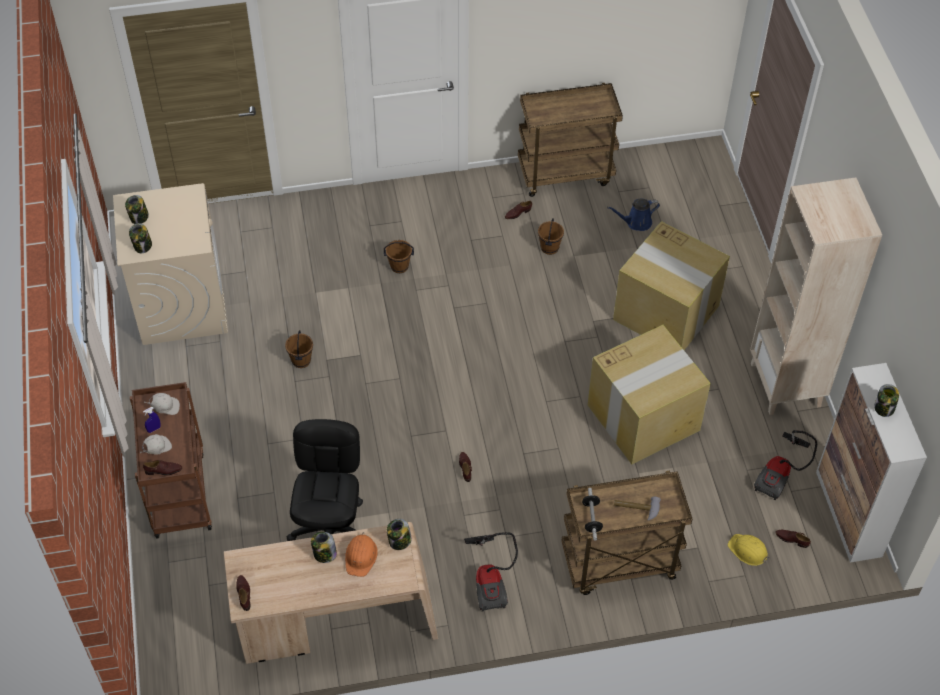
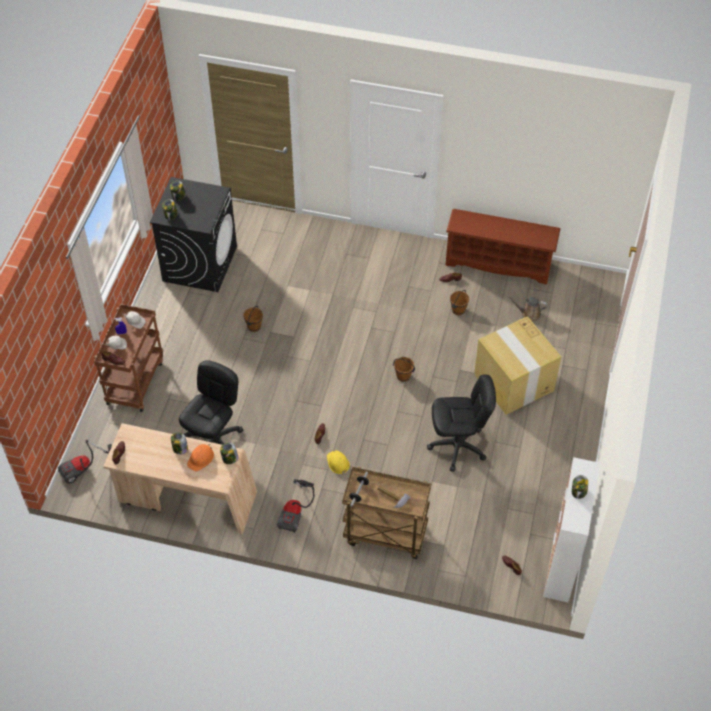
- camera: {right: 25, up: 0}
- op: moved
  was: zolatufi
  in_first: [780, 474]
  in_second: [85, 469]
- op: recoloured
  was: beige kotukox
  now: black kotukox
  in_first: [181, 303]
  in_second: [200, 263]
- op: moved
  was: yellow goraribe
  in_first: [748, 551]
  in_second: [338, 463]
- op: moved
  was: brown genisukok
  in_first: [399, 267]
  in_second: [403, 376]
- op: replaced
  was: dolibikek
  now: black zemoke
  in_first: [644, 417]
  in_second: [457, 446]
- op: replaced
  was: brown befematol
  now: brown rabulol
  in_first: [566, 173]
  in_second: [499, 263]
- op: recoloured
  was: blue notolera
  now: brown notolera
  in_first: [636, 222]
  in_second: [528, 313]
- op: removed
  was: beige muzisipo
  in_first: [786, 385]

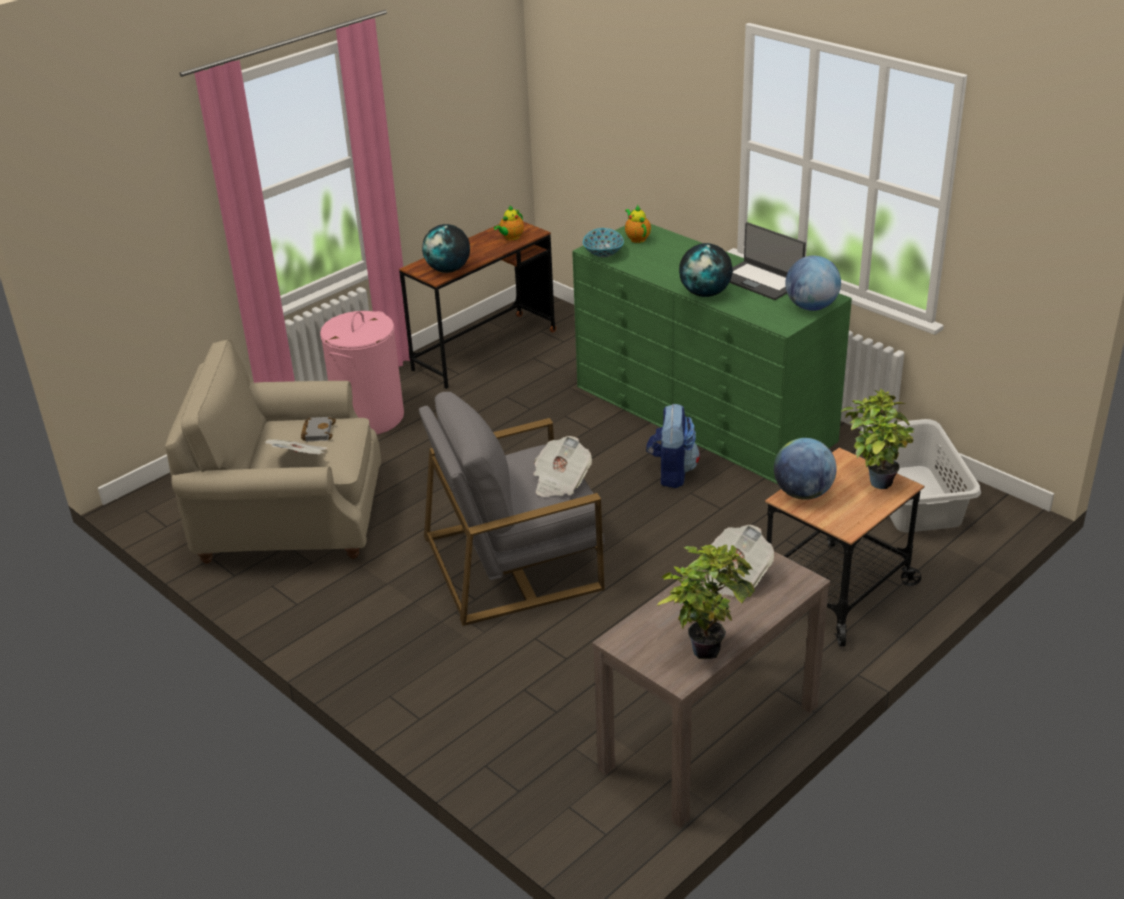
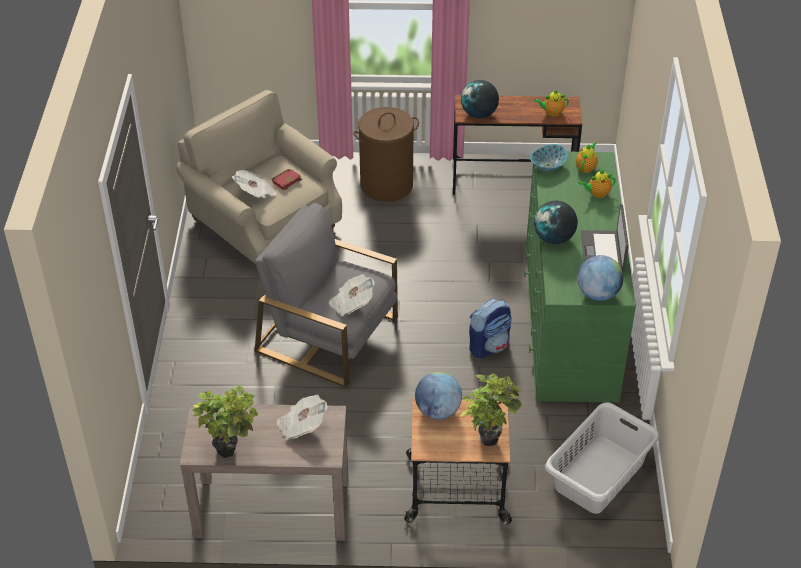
- camera: {right: 45, up: 10}
- op: recoloured
  was: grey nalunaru
  now: red nalunaru
  in_first: [317, 431]
  in_second: [286, 180]
- op: recoloured
  was: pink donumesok
  now: brown donumesok
  in_first: [369, 417]
  in_second: [386, 185]
- op: added
  now: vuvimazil
  in_second: [597, 194]

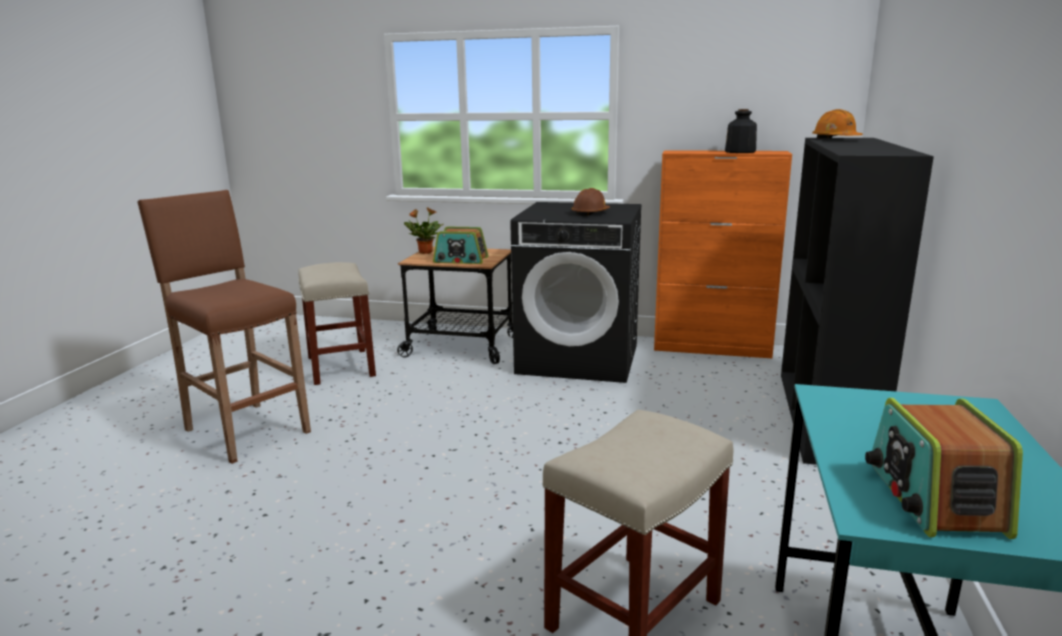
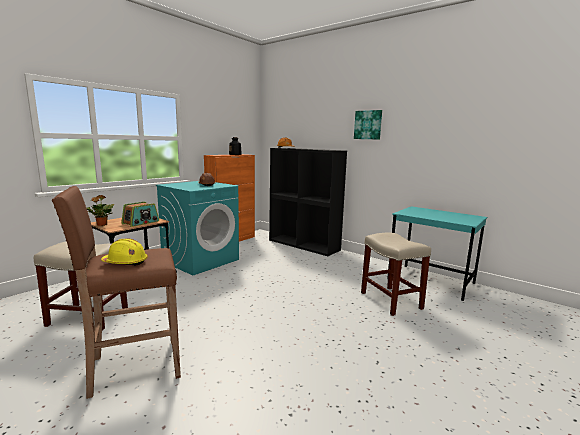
- camera: {right: -65, up: -5}
- op: added
  now: yellow goraribe
  in_second: [125, 262]
- op: recoloured
  was: black kotukox
  now: turquoise kotukox
  in_first: [579, 359]
  in_second: [201, 260]
- op: added
  now: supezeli
  in_second: [368, 125]
- op: removed
  was: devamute
  in_first: [933, 498]

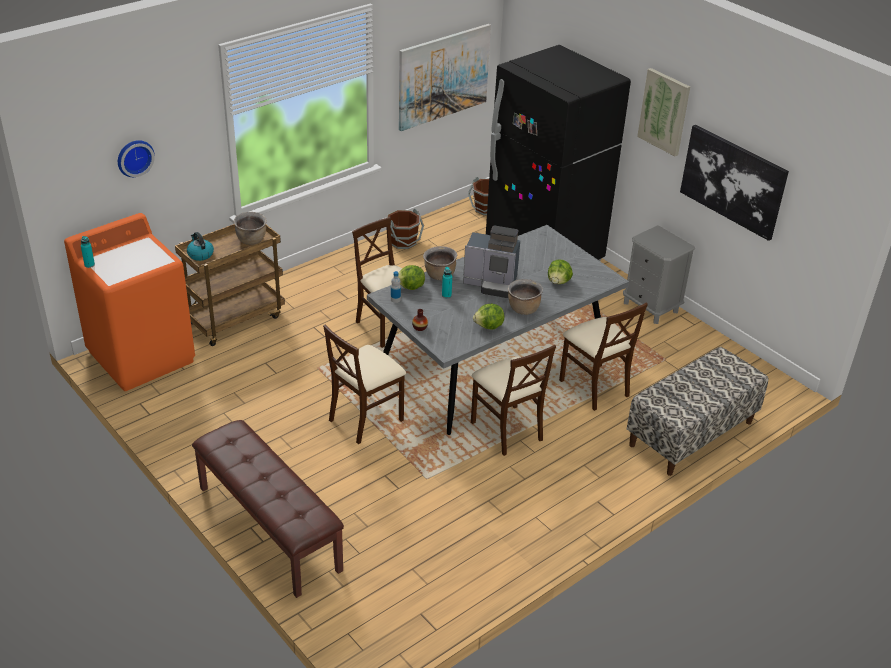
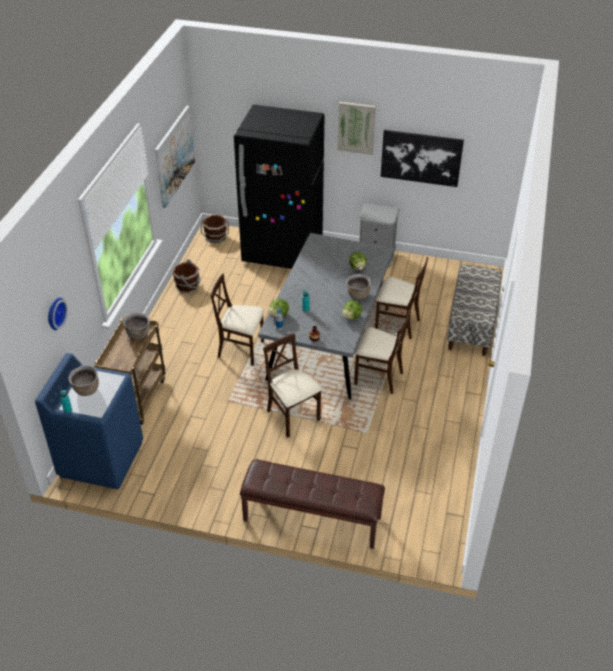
- camera: {right: -35, up: 5}
- op: recoloured
  was: orange kotukox
  now: blue kotukox
  in_first: [142, 356]
  in_second: [101, 458]
- op: moved
  was: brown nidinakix
  in_first: [439, 275]
  in_second: [87, 390]
- op: turned
  was: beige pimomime
  in_first: [366, 419]
  in_second: [293, 417]
  clockwise: 135
- op: removed
  was: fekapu
  in_first: [200, 254]
- op: removed
  was: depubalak
  in_first: [492, 283]

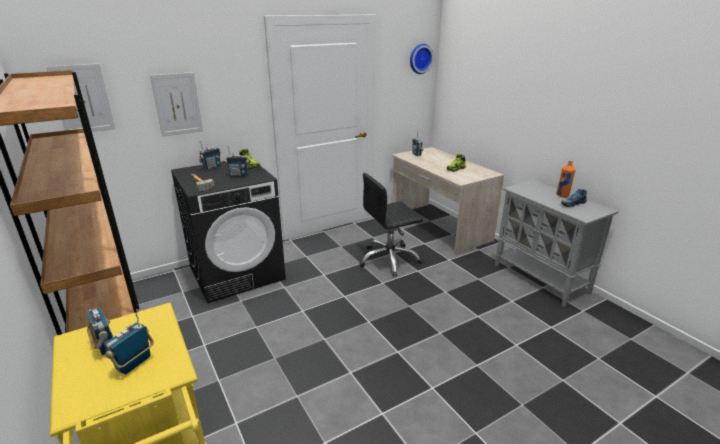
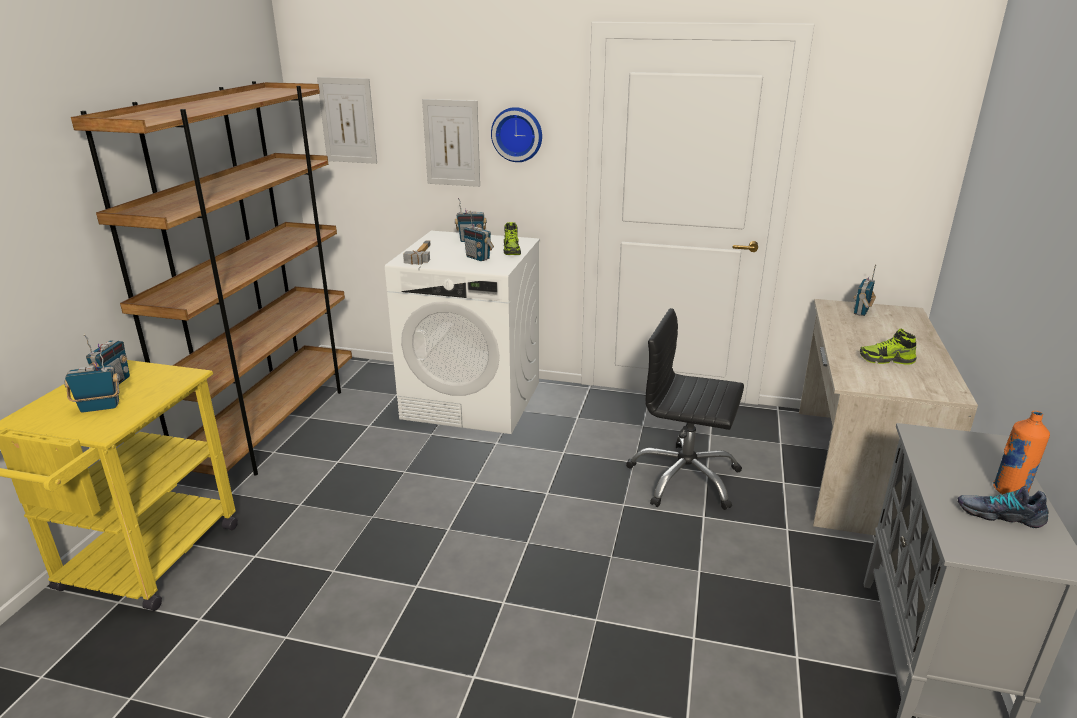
- camera: {right: 45, up: 0}
- op: recoloured
  was: black kotukox
  now: white kotukox
  in_first: [237, 273]
  in_second: [473, 400]
- op: moved
  was: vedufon
  in_first: [419, 58]
  in_second: [517, 134]

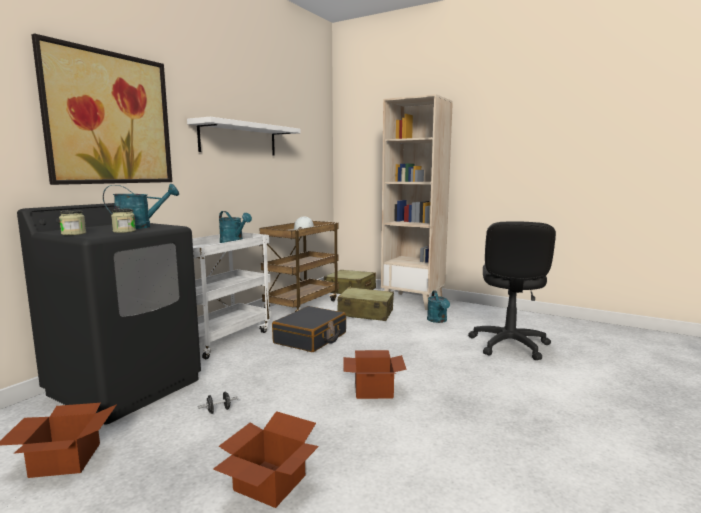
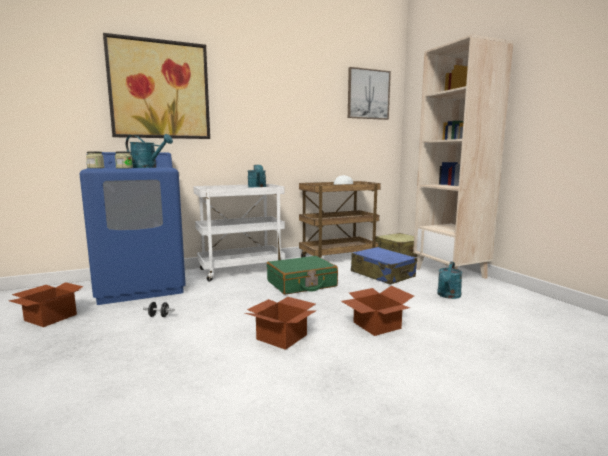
- camera: {right: 35, up: 0}
- op: recoloured
  was: black kotukox
  now: blue kotukox
  in_first: [126, 386]
  in_second: [142, 286]
- op: recoloured
  was: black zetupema
  now: green zetupema
  in_first: [311, 338]
  in_second: [301, 284]
- op: moved
  was: dolibikek
  in_first: [268, 484]
  in_second: [375, 325]
- op: added
  now: supezeli
  in_second: [368, 94]
- op: recoloured
  was: beige zetupema
  now: blue zetupema
  in_first: [365, 313]
  in_second: [382, 274]
- op: removed
  was: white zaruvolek
  in_first: [239, 139]
- op: removed
  was: black zemoke
  in_first: [508, 345]

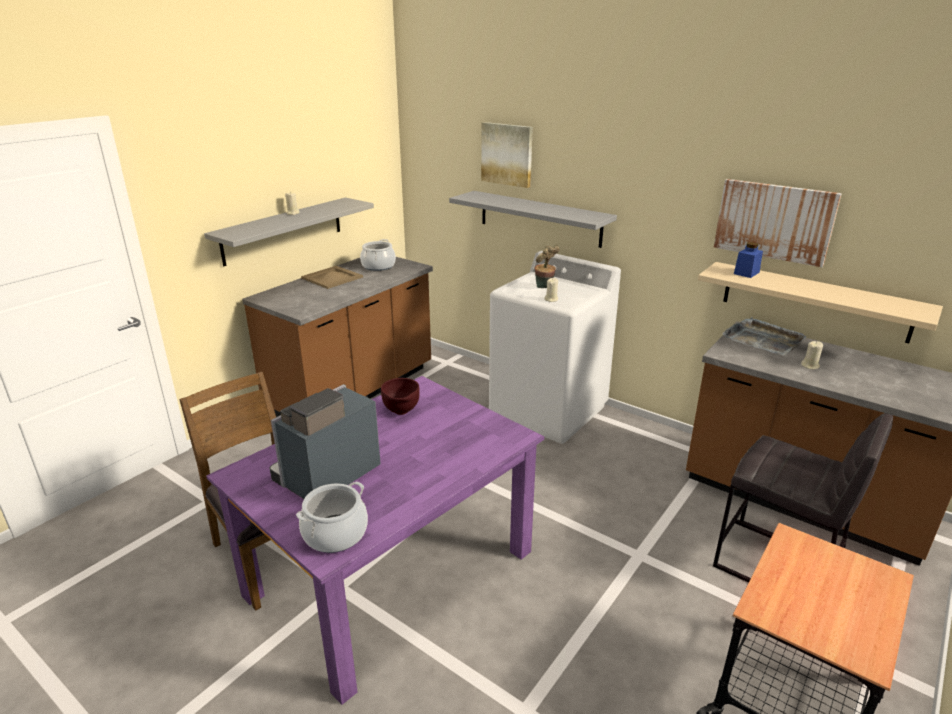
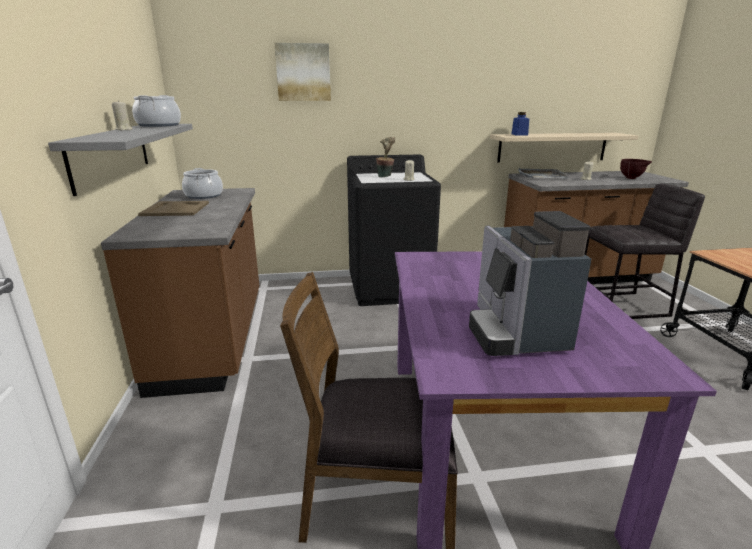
- camera: {right: -45, up: -5}
- op: moved
  was: nidinakix
  in_first: [335, 533]
  in_second: [158, 125]
- op: recoloured
  was: white kotukox
  now: black kotukox
  in_first: [548, 411]
  in_second: [390, 288]
- op: moved
  was: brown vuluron
  in_first: [401, 412]
  in_second: [632, 178]
- op: removed
  was: grey zaruvolek
  in_first: [539, 218]
- op: removed
  was: supezeli
  in_first: [774, 221]

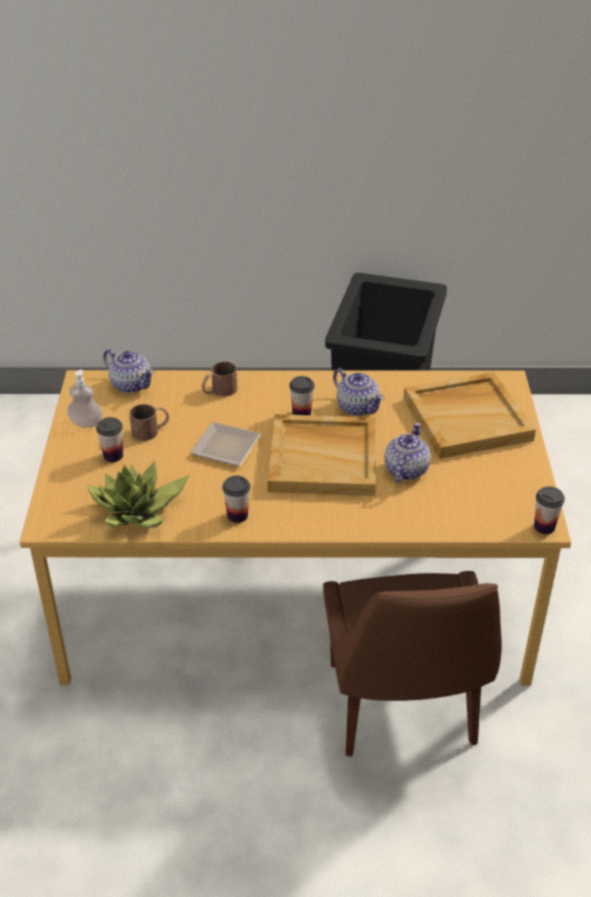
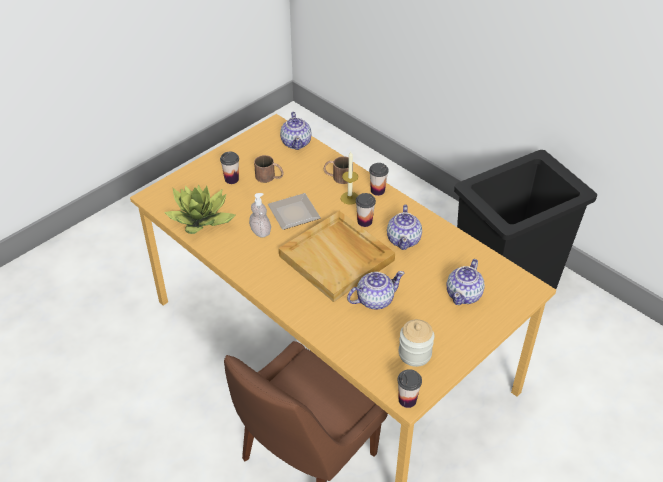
- camera: {right: 45, up: 5}
- op: moved
  was: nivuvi
  in_first: [86, 423]
  in_second: [260, 232]
- op: added
  now: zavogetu
  in_second: [349, 198]
- op: moved
  was: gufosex
  in_first: [237, 515]
  in_second: [377, 190]
- op: added
  now: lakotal
  in_second: [415, 354]
- op: replaced
  was: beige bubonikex
  now: vuvimazil
  in_first: [467, 418]
  in_second: [464, 294]

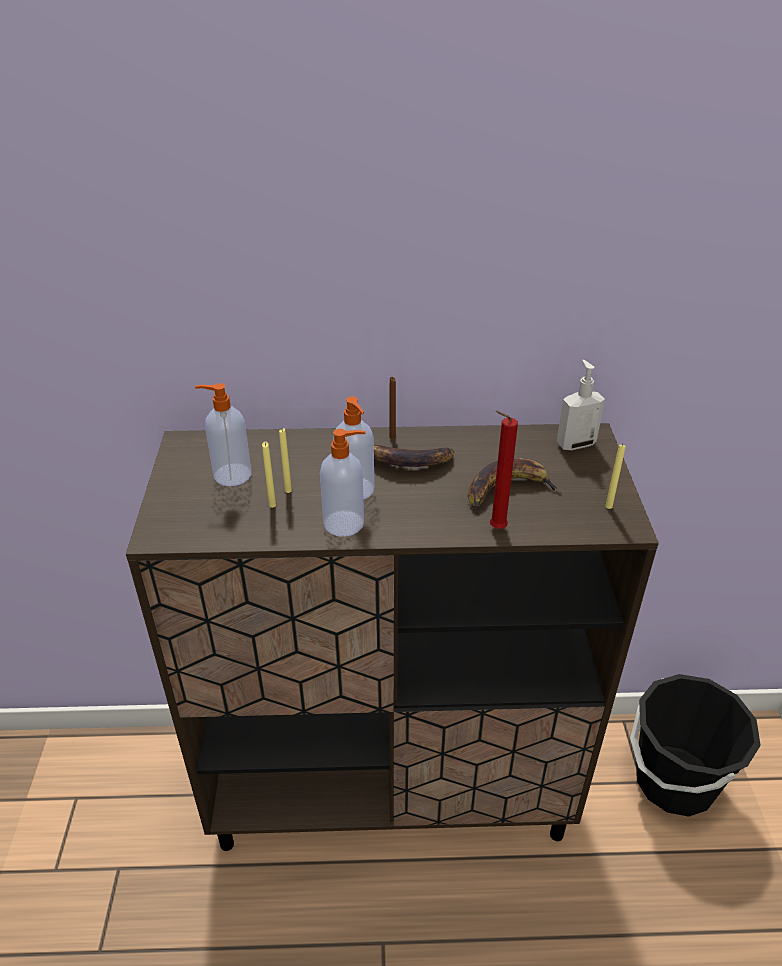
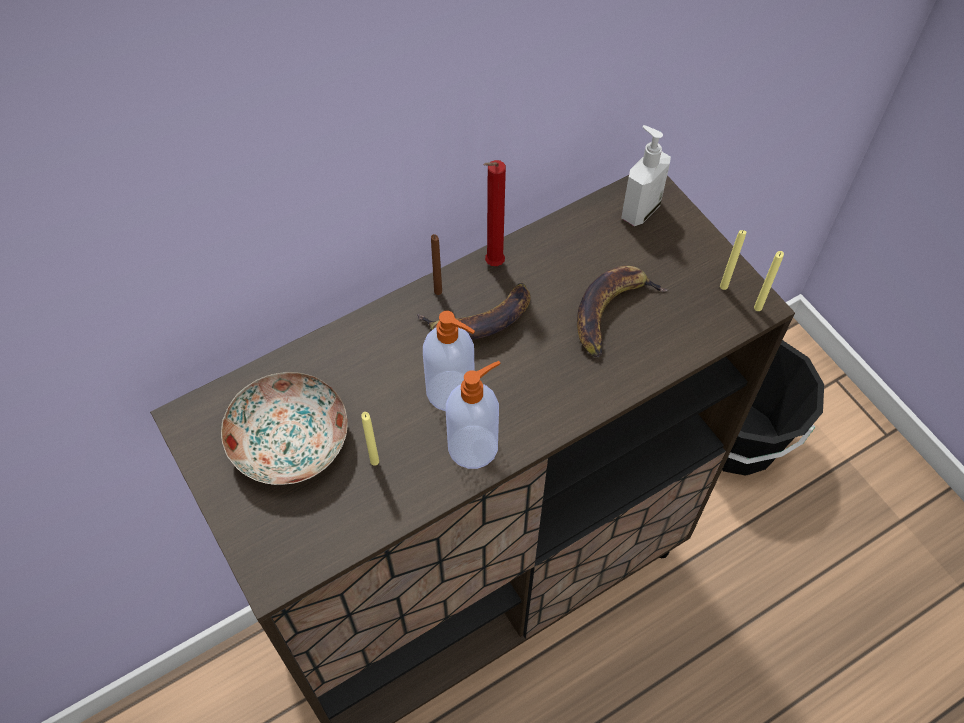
- camera: {right: -30, up: 20}
- op: replaced
  was: nivuvi
  now: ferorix
  in_first: [231, 475]
  in_second: [291, 440]
- op: moved
  was: red zavogetu
  in_first: [495, 528]
  in_second: [492, 265]
- op: moved
  was: yellow zavogetu
  in_first: [288, 490]
  in_second: [758, 308]

